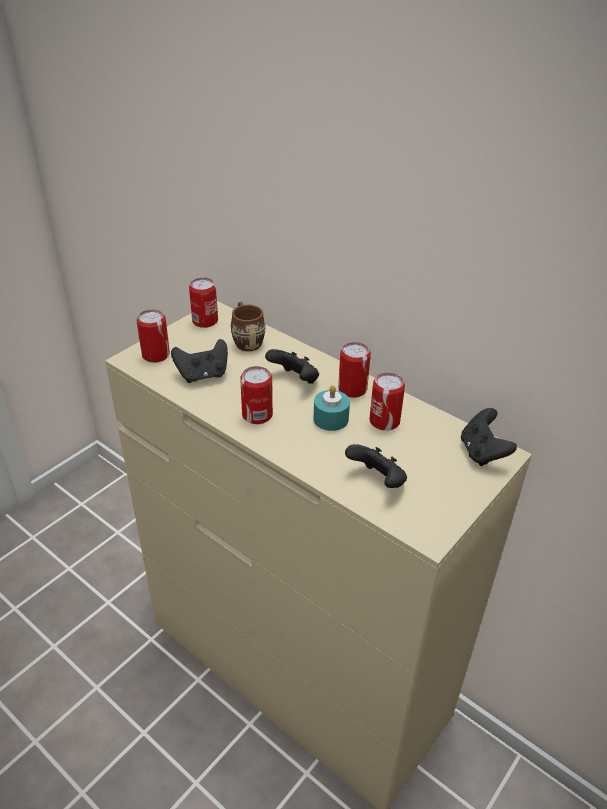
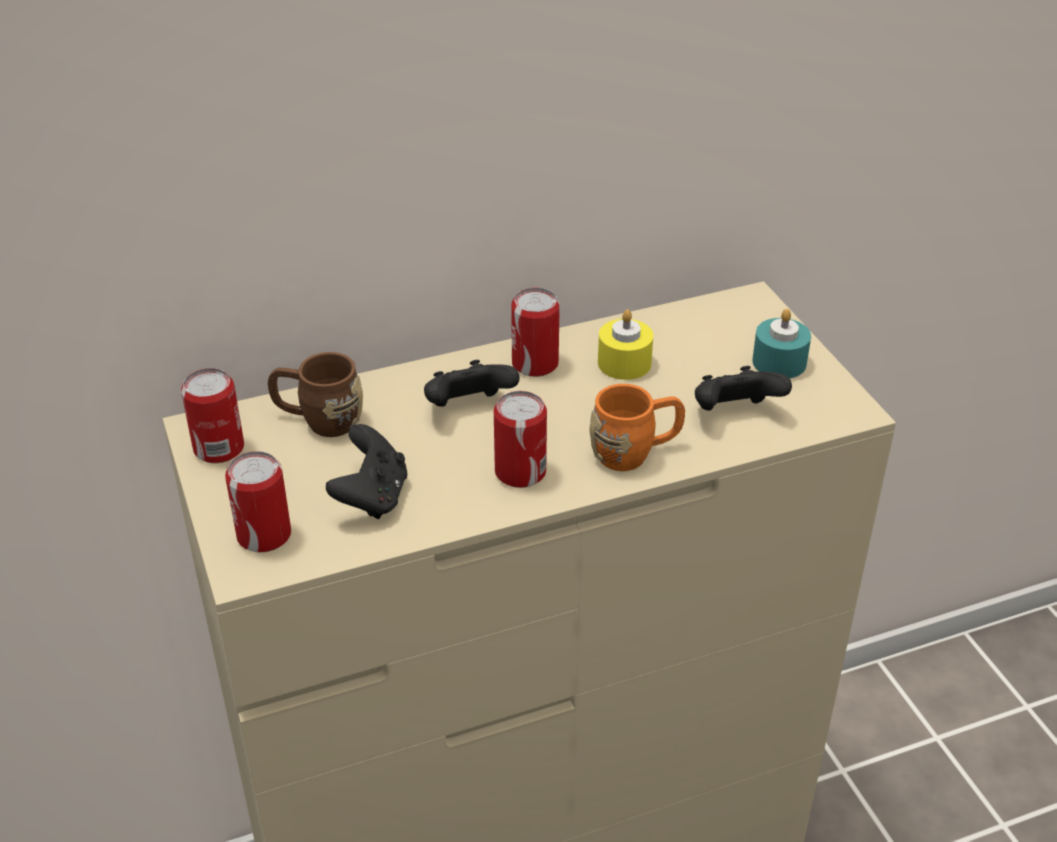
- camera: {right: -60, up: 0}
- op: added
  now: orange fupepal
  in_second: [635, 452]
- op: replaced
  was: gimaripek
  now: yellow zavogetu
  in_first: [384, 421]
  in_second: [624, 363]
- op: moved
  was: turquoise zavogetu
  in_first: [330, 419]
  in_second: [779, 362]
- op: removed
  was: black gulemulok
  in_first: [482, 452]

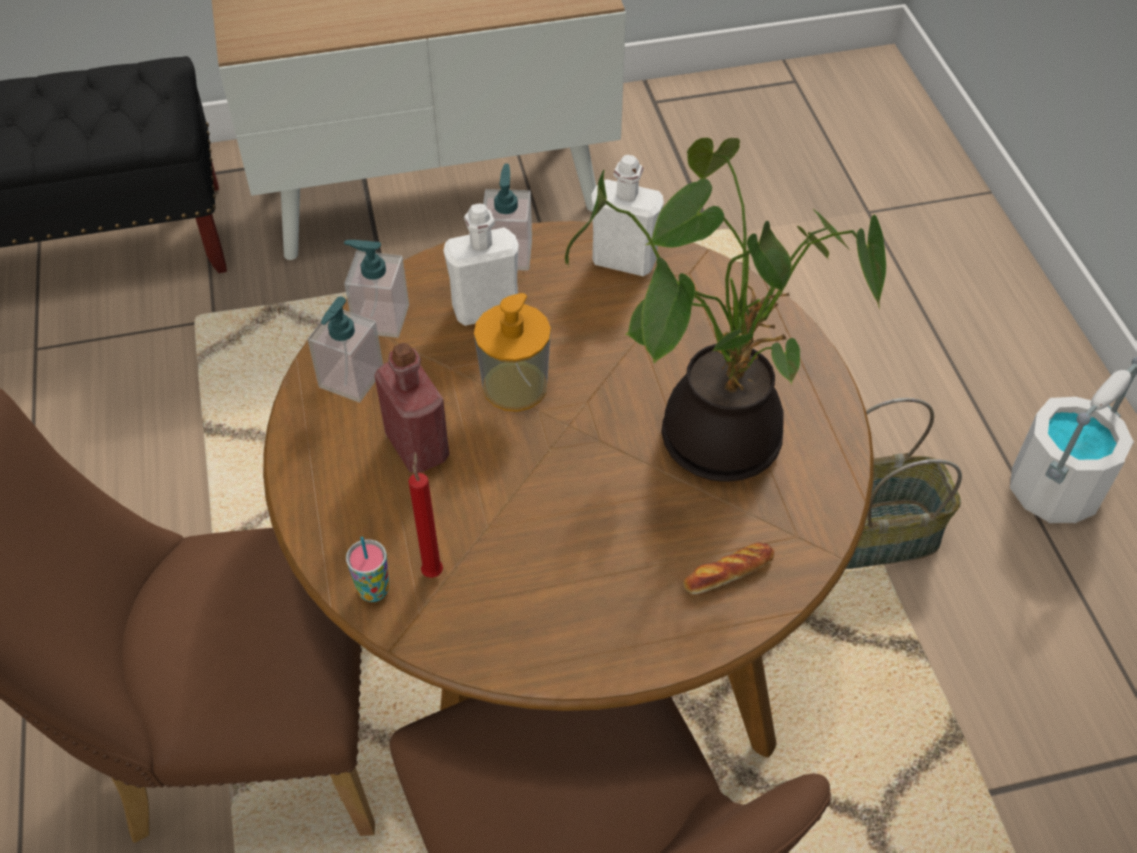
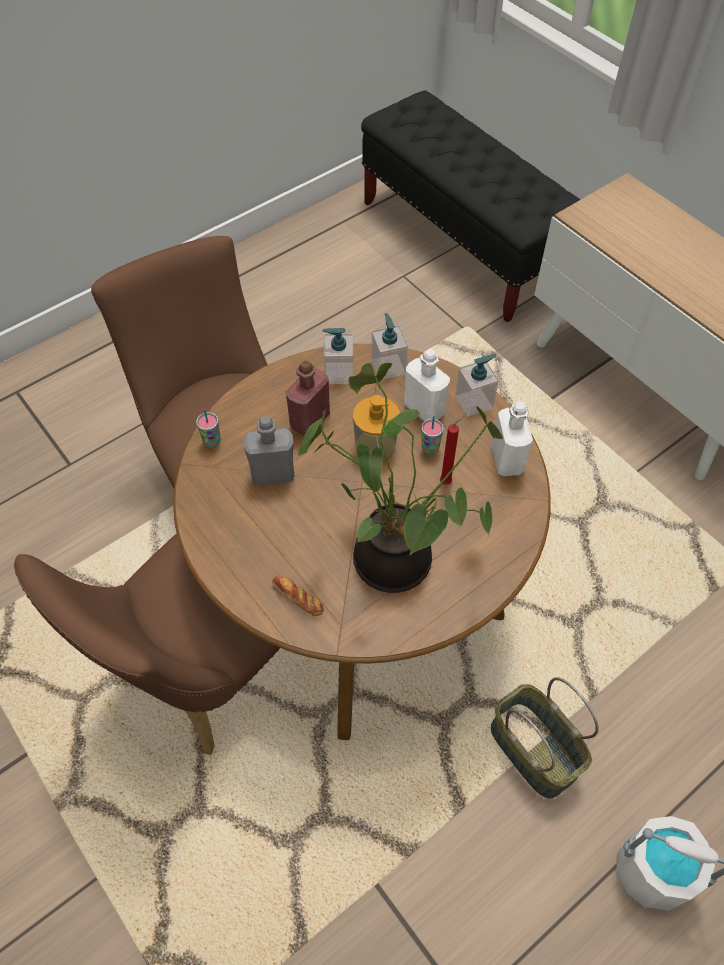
- camera: {right: 65, up: 5}
- op: added
  now: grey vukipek
  in_second: [273, 474]
- op: added
  now: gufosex
  in_second: [430, 448]
- op: moved
  was: red zavogetu
  in_first: [432, 570]
  in_second: [447, 481]

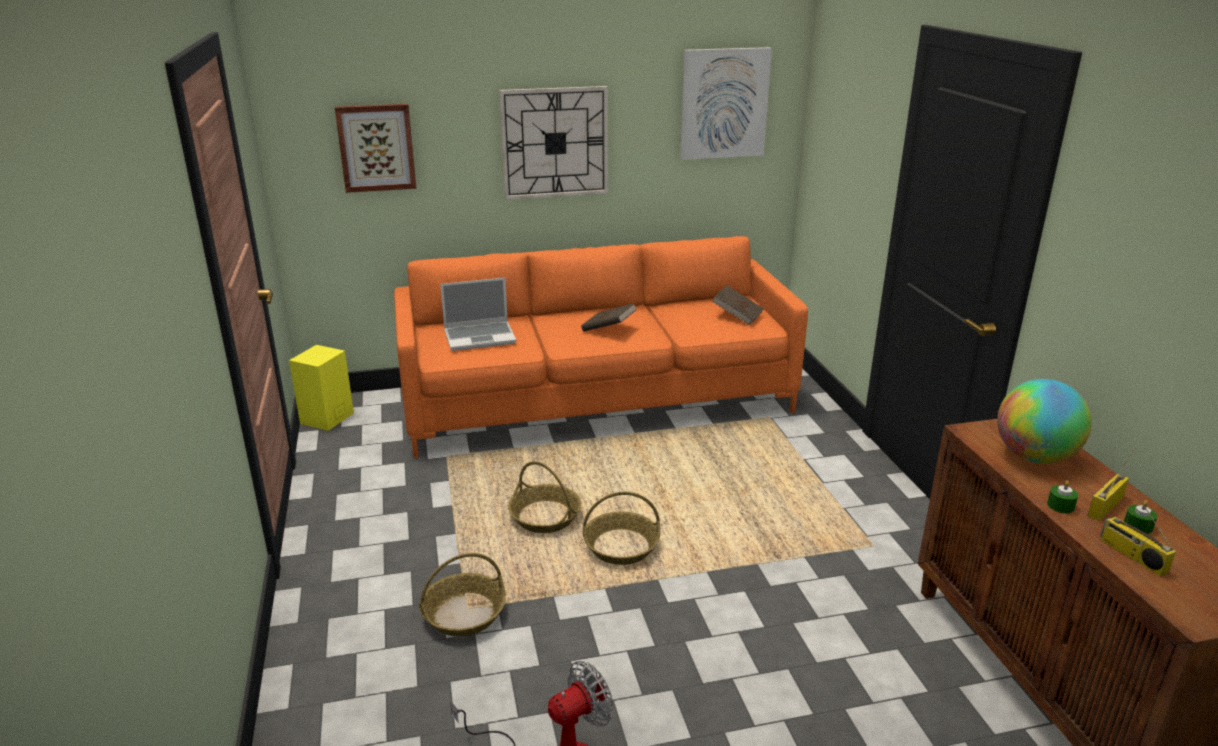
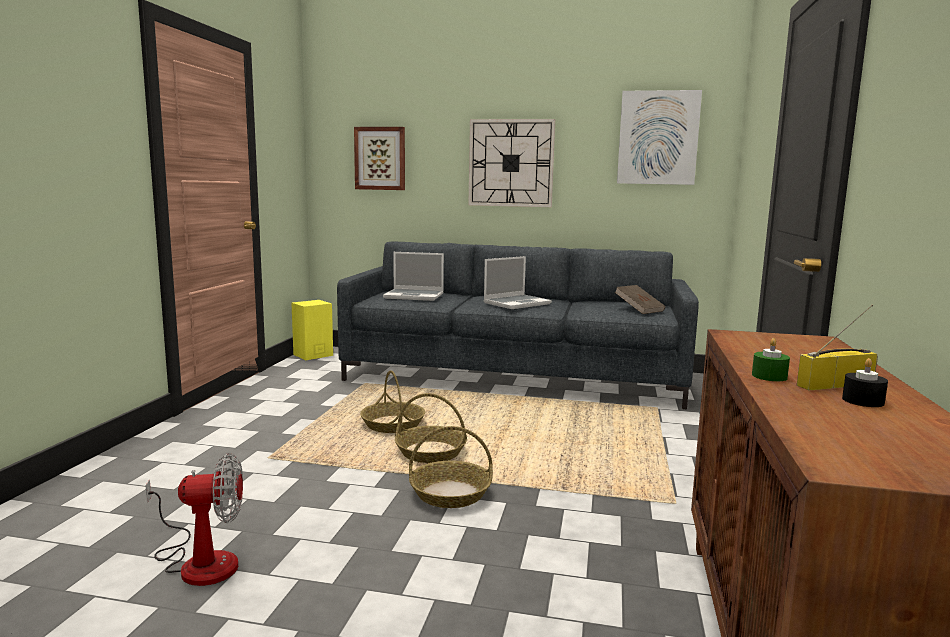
- camera: {right: 25, up: -15}
- op: recoloured
  was: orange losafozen
  now: grey losafozen
  in_first: [597, 401]
  in_second: [514, 376]
- op: moved
  was: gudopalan
  in_first: [464, 614]
  in_second: [451, 493]
- op: replaced
  was: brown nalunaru
  now: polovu
  in_first: [608, 329]
  in_second: [517, 303]
- op: recoloured
  was: green zavogetu
  now: black zavogetu
  in_first: [1138, 526]
  in_second: [863, 401]
- op: removed
  was: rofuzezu
  in_first: [1034, 457]
- op: removed
  was: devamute
  in_first: [1131, 555]

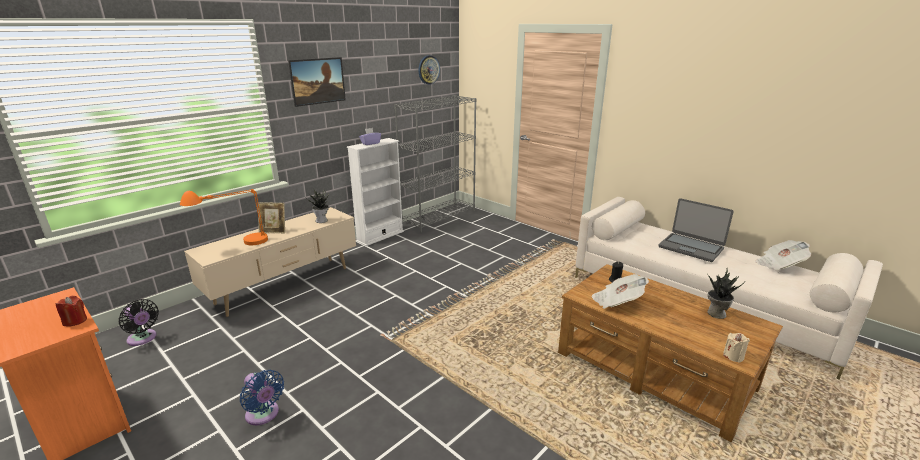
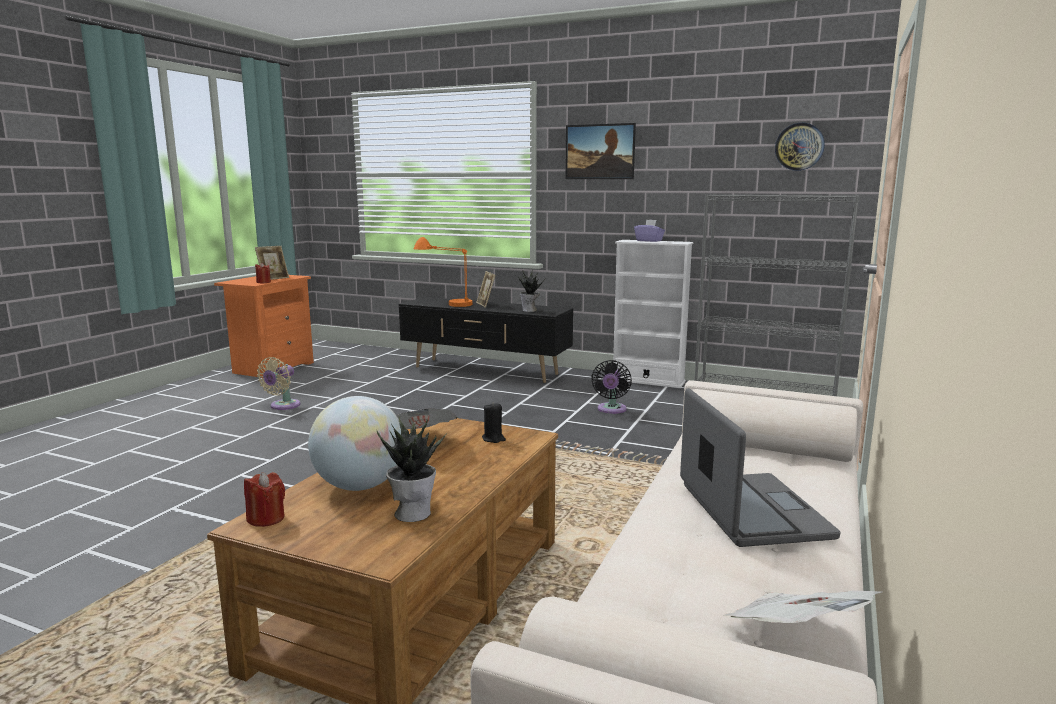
- camera: {right: 70, up: -10}
- op: recoloured
  was: beige zavogetu
  now: red zavogetu
  in_first: [733, 356]
  in_second: [266, 519]
- op: added
  now: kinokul
  in_second: [273, 278]
- op: recoloured
  was: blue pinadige
  now: beige pinadige
  in_first: [264, 415]
  in_second: [283, 406]
- op: added
  now: rofuzezu
  in_second: [360, 486]
- op: recoloured
  was: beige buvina
  now: black buvina
  in_first: [285, 285]
  in_second: [485, 371]
- op: moved
  was: black pinadige
  in_first: [143, 339]
  in_second: [611, 410]
- op: turned
  was: polovu
  in_first: [691, 247]
  in_second: [751, 511]
  clockwise: 150

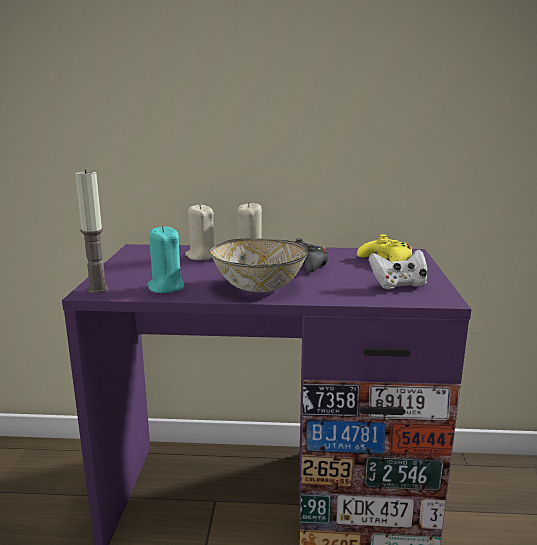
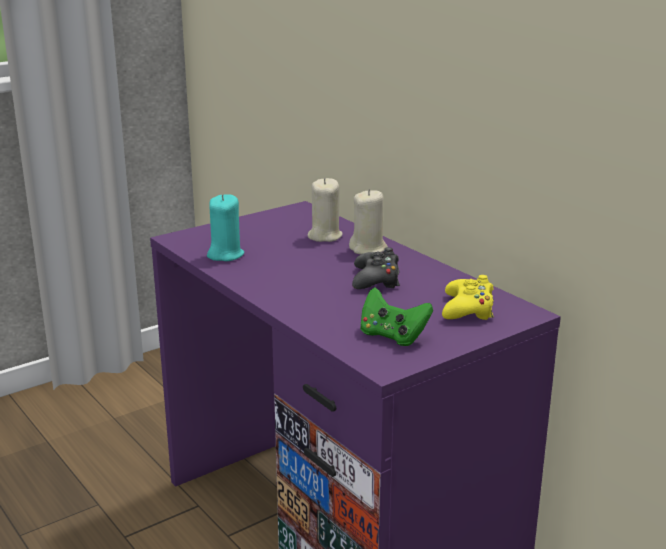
- camera: {right: 50, up: 5}
- op: recoloured
  was: white gulemulok
  now: green gulemulok
  in_first: [399, 285]
  in_second: [392, 336]
- op: removed
  was: zavogetu
  in_first: [98, 289]
- op: removed
  was: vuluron
  in_first: [260, 287]

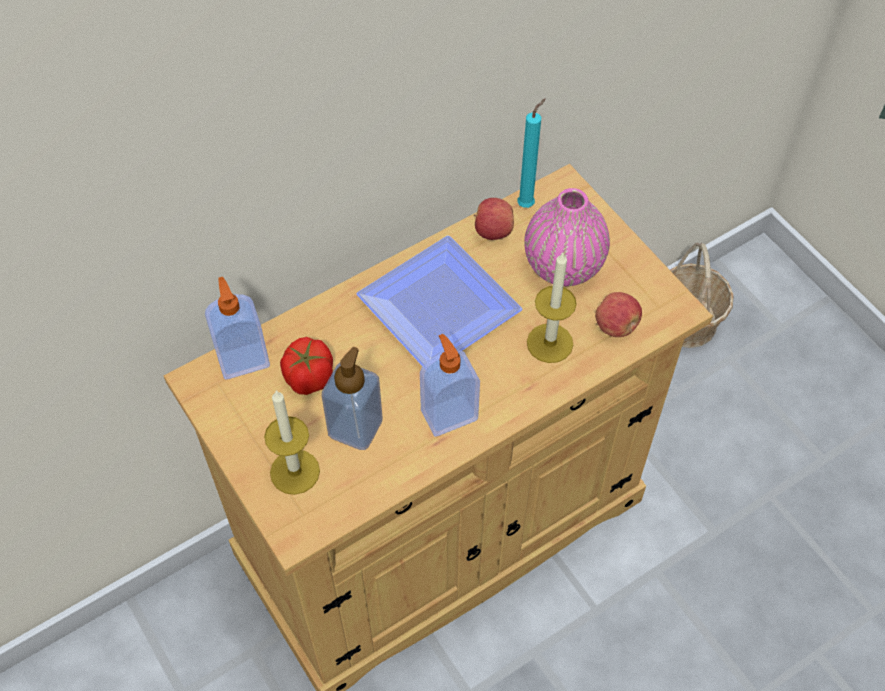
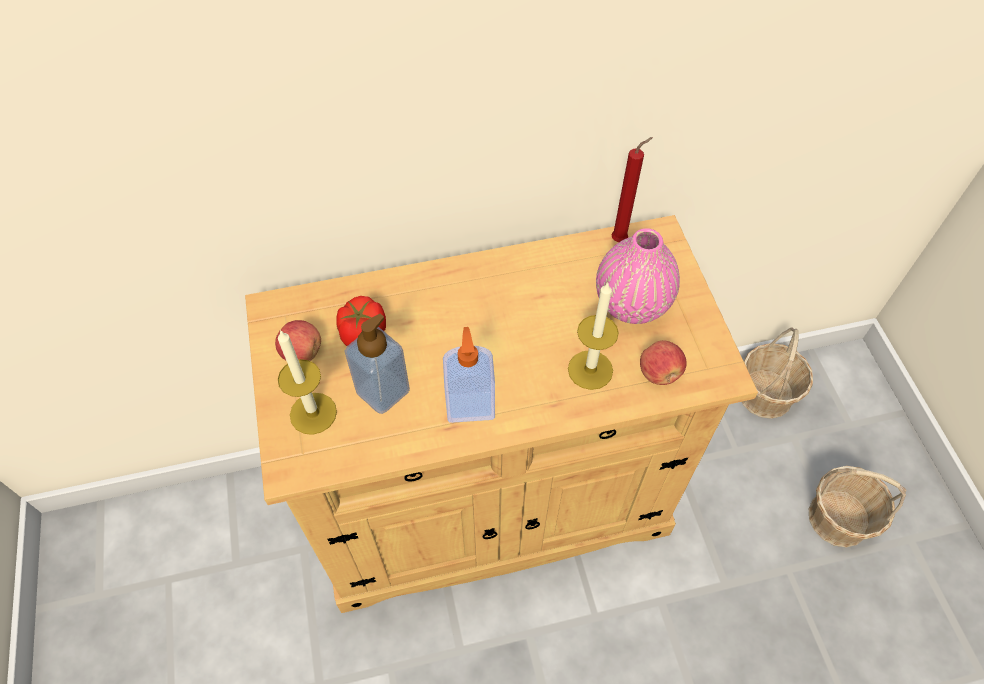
- camera: {right: 20, up: 0}
- op: moved
  was: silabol
  in_first: [493, 231]
  in_second: [302, 352]
- op: recoloured
  was: turquoise zavogetu
  now: red zavogetu
  in_first: [527, 204]
  in_second: [621, 239]
- op: added
  now: gudopalan
  in_second: [838, 519]
- op: removed
  was: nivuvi
  in_first: [243, 359]
- op: removed
  was: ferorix
  in_first: [445, 307]

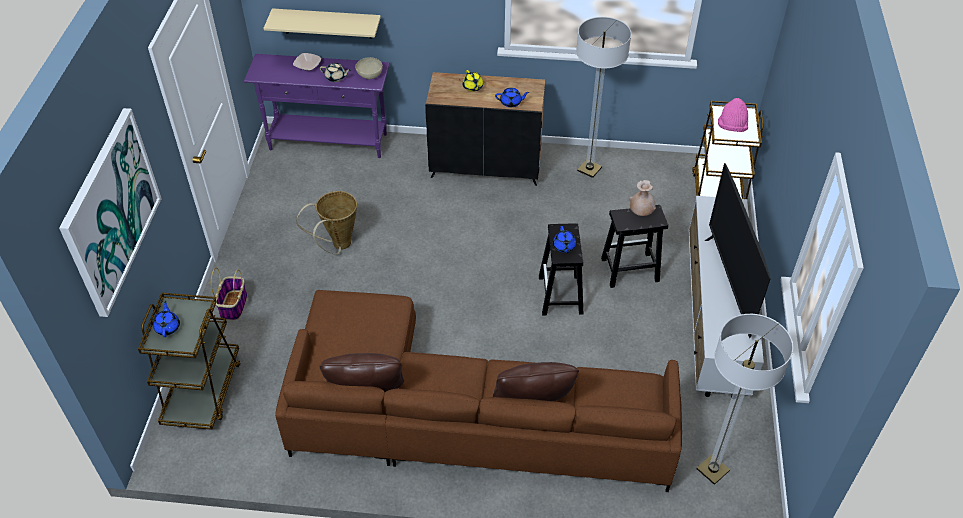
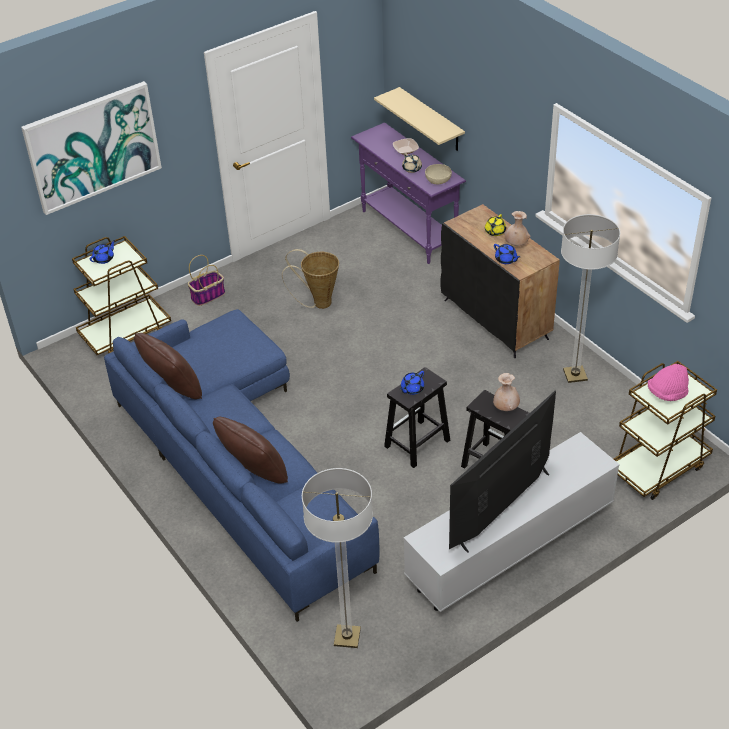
- camera: {right: 50, up: -5}
- op: recoloured
  was: brown losafozen
  now: blue losafozen
  in_first: [461, 416]
  in_second: [240, 464]
- op: added
  now: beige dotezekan
  in_second: [516, 245]

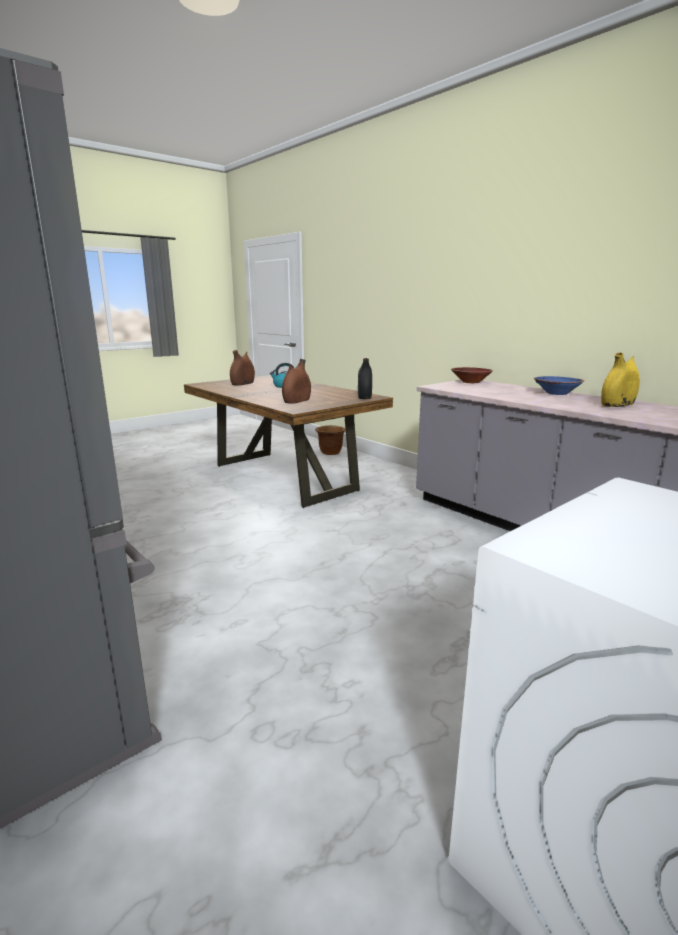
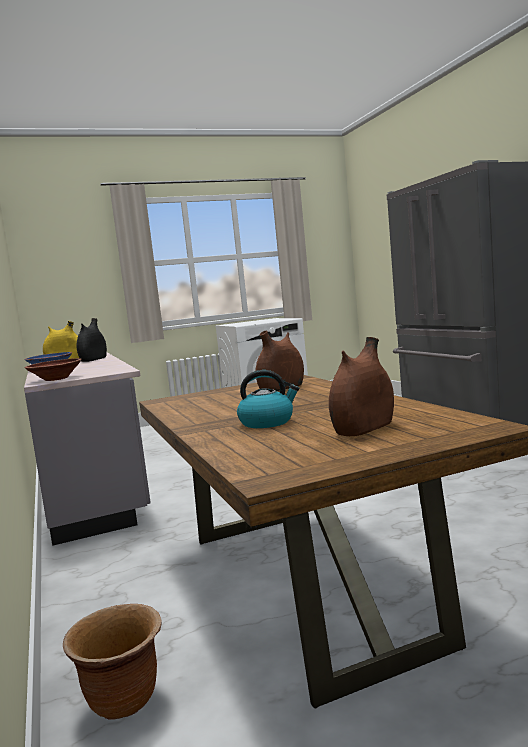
- camera: {right: -160, up: -10}
- op: moved
  was: black dotezekan
  in_first: [364, 397]
  in_second: [93, 360]

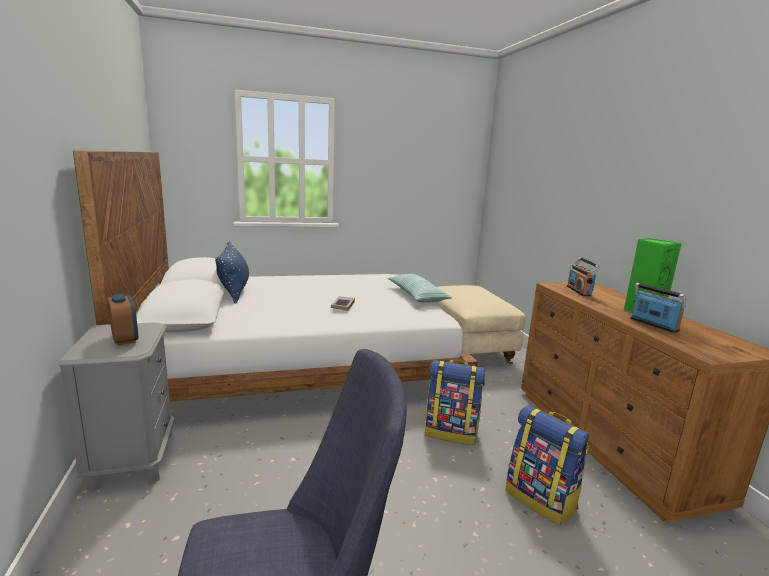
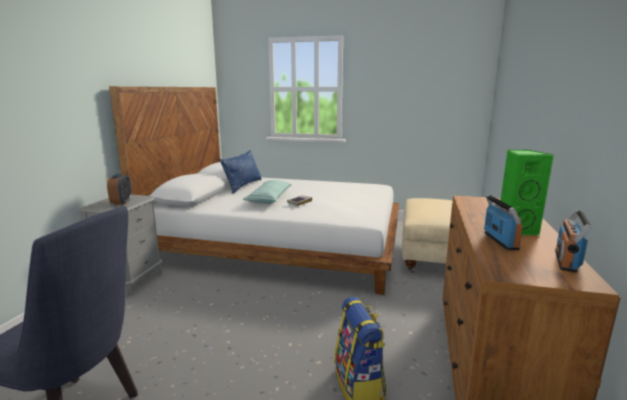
- camera: {right: 30, up: 0}
- op: moved
  was: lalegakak
  in_first: [417, 296]
  in_second: [269, 198]
- op: moved
  was: devamute
  in_first: [579, 291]
  in_second: [566, 261]
- op: removed
  was: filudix
  in_first: [451, 432]

